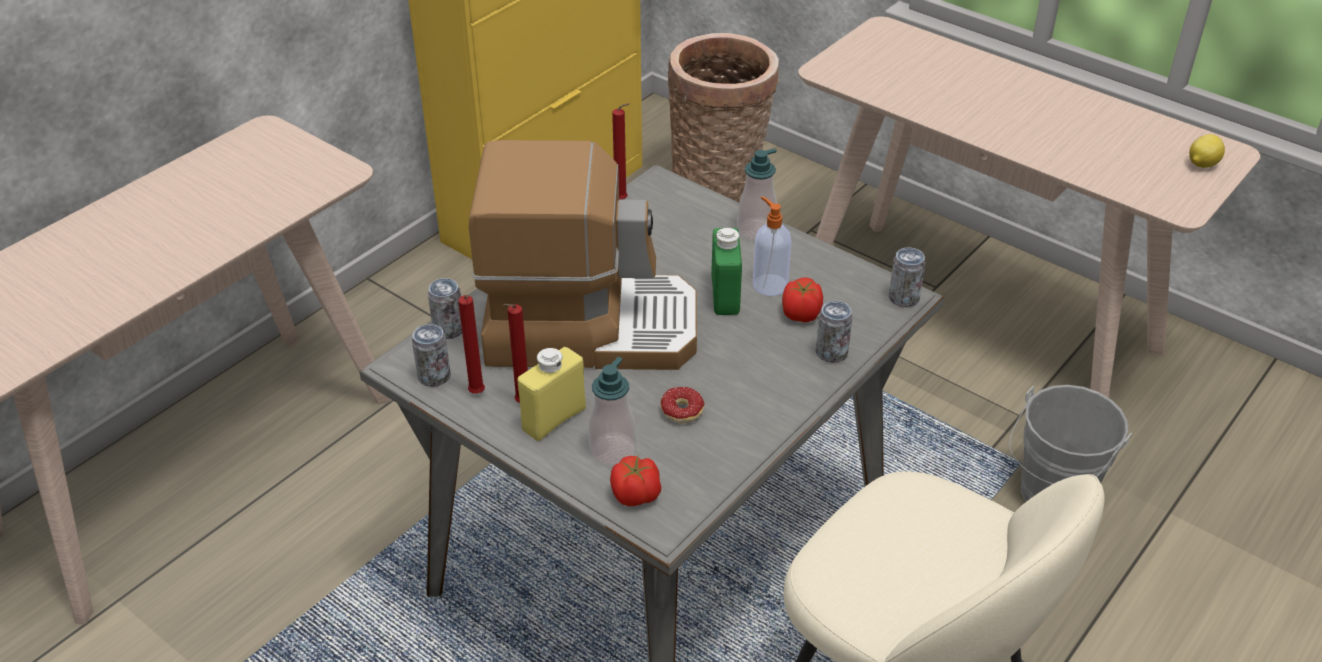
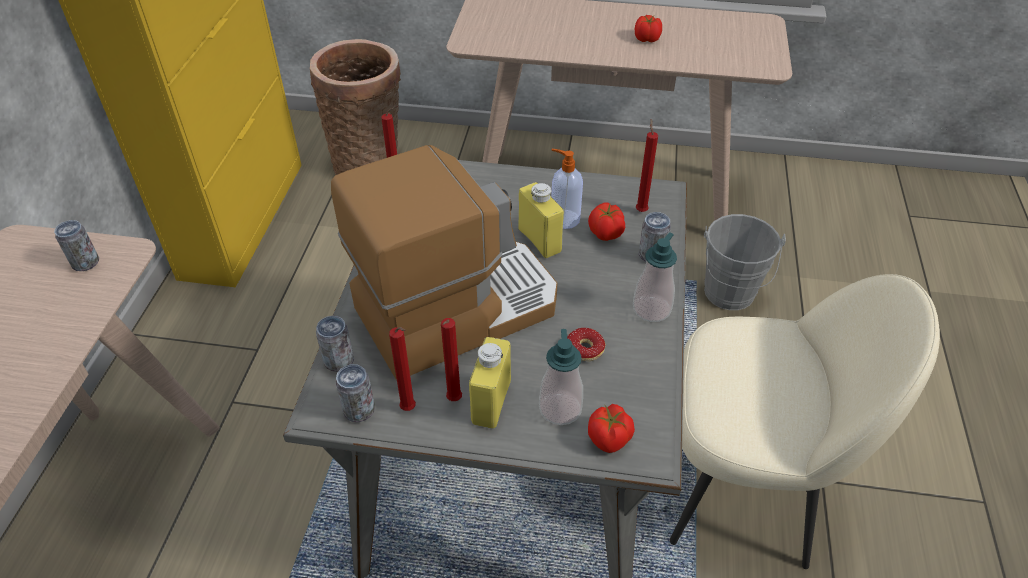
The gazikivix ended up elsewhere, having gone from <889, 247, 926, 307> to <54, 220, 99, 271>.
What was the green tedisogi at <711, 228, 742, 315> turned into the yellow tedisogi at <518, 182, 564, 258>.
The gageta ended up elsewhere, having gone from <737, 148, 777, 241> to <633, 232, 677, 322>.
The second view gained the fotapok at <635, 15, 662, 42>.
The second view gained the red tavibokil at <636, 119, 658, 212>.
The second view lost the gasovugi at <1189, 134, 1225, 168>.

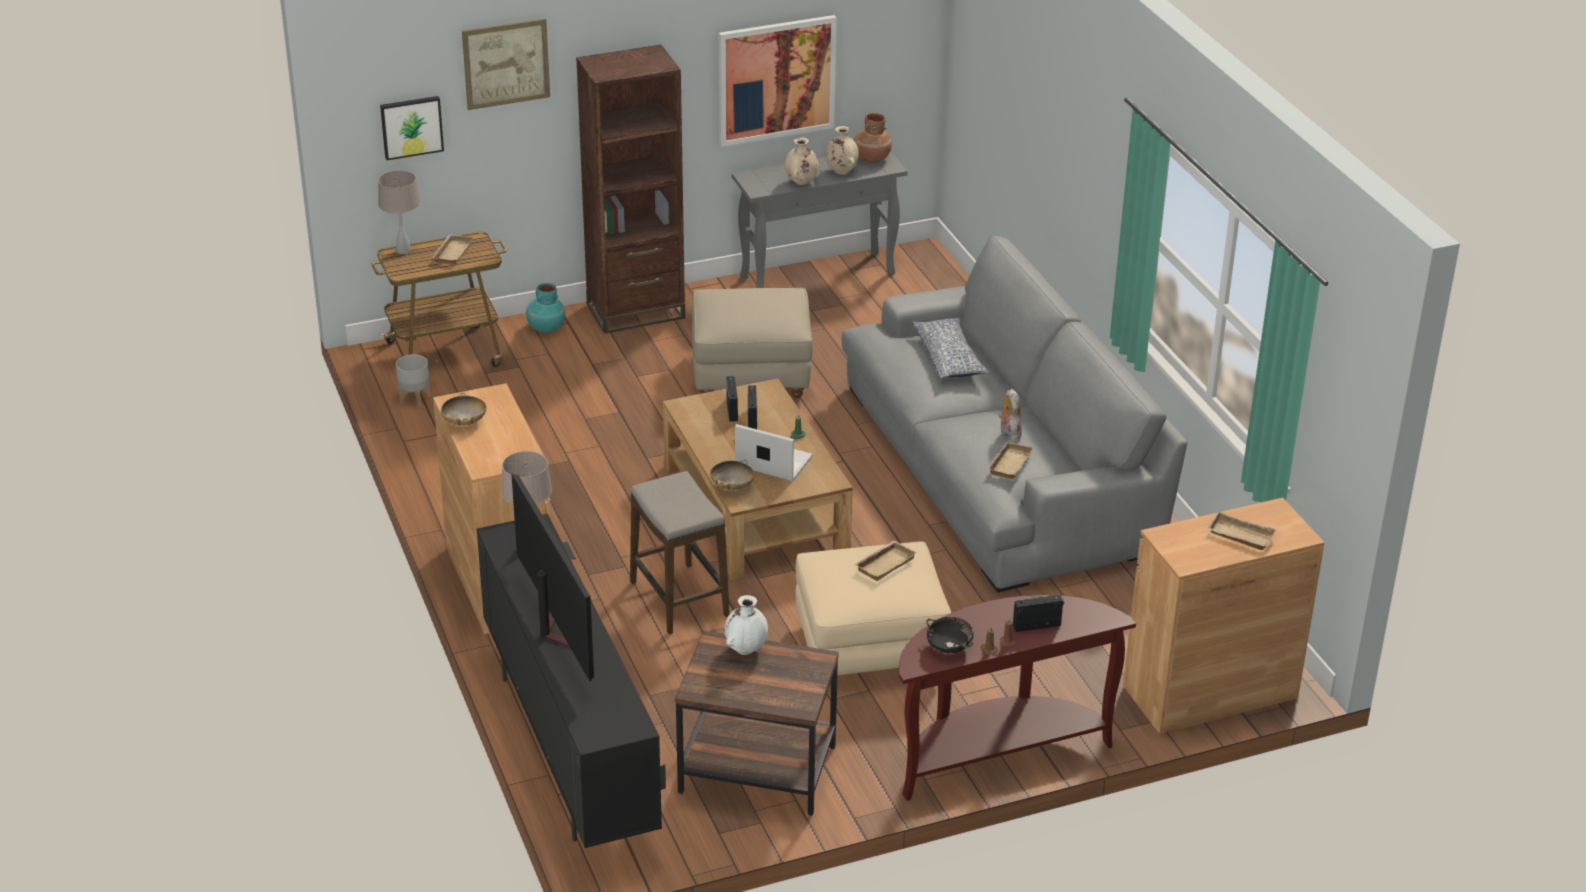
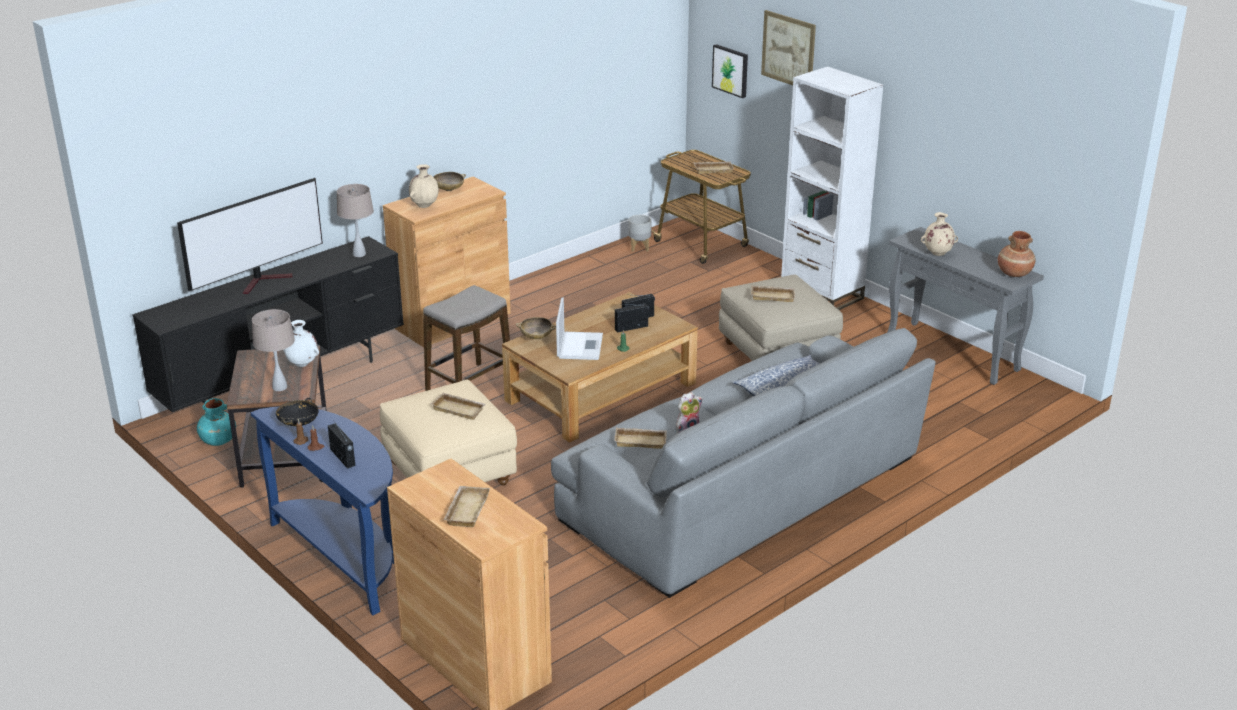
The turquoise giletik ended up elsewhere, having gone from <526, 283, 565, 333> to <197, 398, 236, 446>.
What was the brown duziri at <898, 595, 1136, 801> turned into the blue duziri at <251, 407, 394, 615>.
The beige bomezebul ended up elsewhere, having gone from <378, 170, 420, 254> to <252, 309, 295, 391>.
The beige giletik ended up elsewhere, having gone from <826, 126, 859, 175> to <409, 164, 439, 208>.
The second view gained the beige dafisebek at <751, 285, 795, 302>.
What was the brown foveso at <576, 45, 685, 334> turned into the white foveso at <781, 66, 884, 310>.
The second view lost the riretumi at <719, 15, 837, 147>.

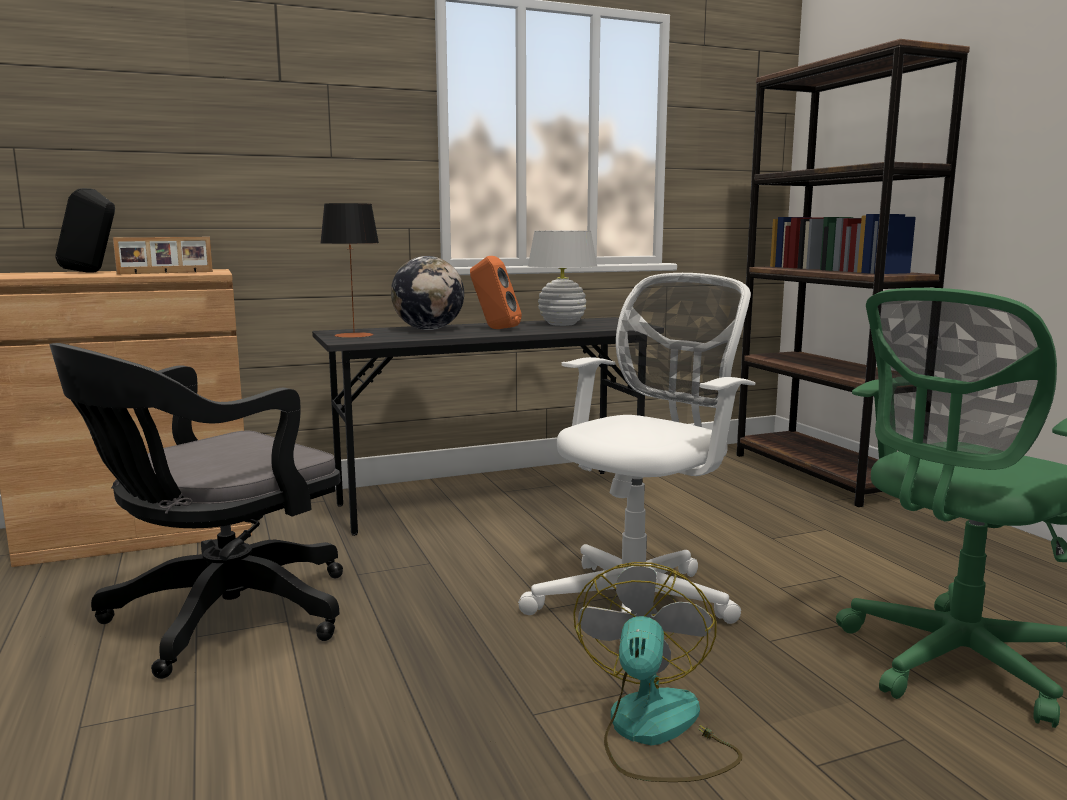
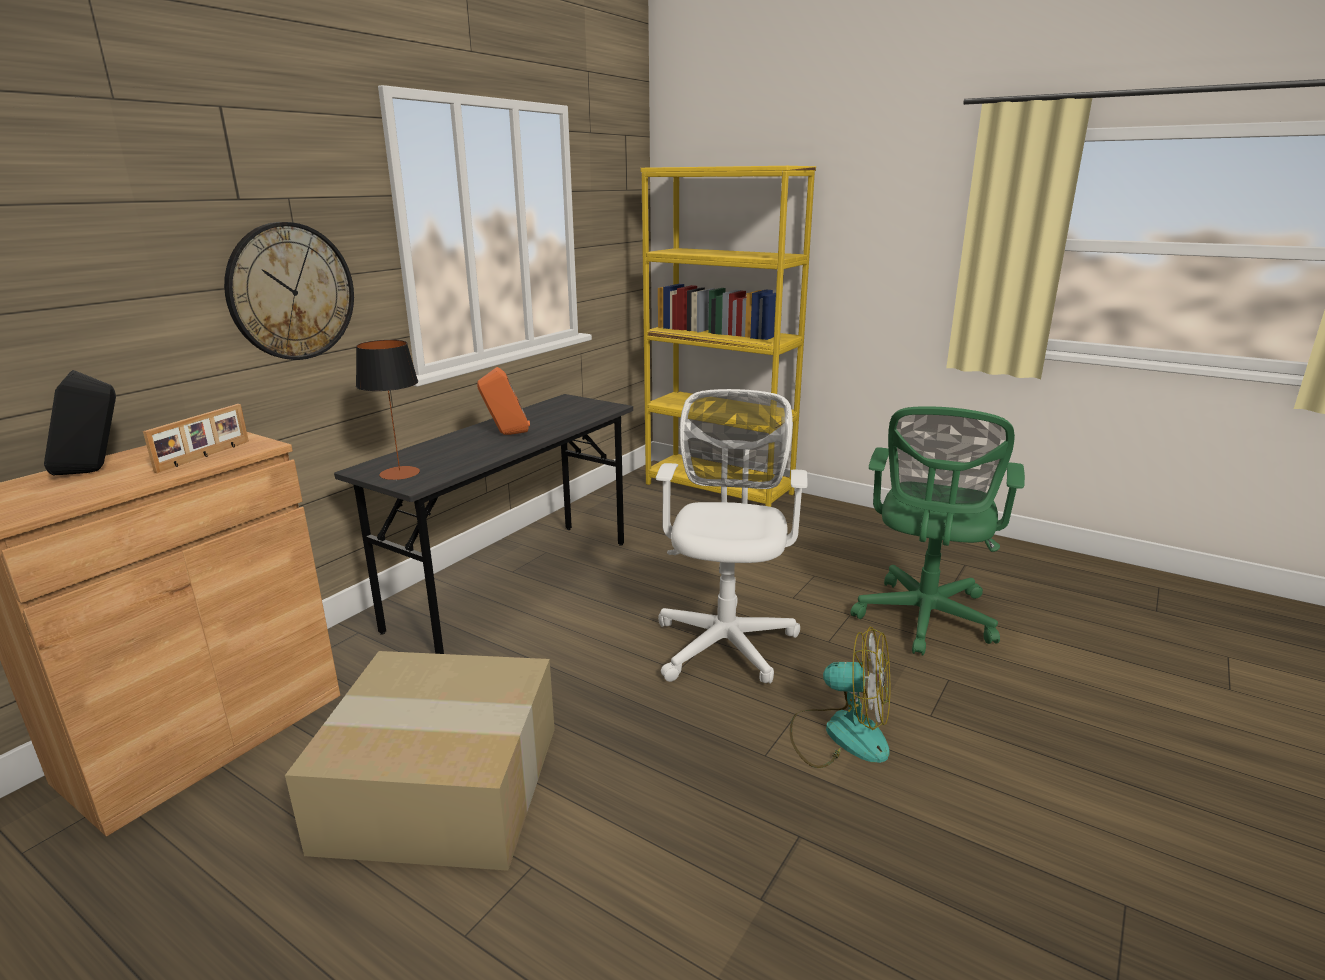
The second view gained the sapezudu at <224, 222, 354, 360>.
Where the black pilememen stood at <49, 343, 343, 679>, the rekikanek came to stand at <285, 651, 555, 871>.
What was the brown foveso at <736, 39, 970, 507> turned into the yellow foveso at <640, 166, 816, 507>.
The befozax at <573, 562, 742, 782> ended up facing another way, 135 degrees clockwise from before.
The second view lost the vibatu at <391, 256, 464, 330>.
The second view lost the white bomezebul at <528, 231, 598, 326>.

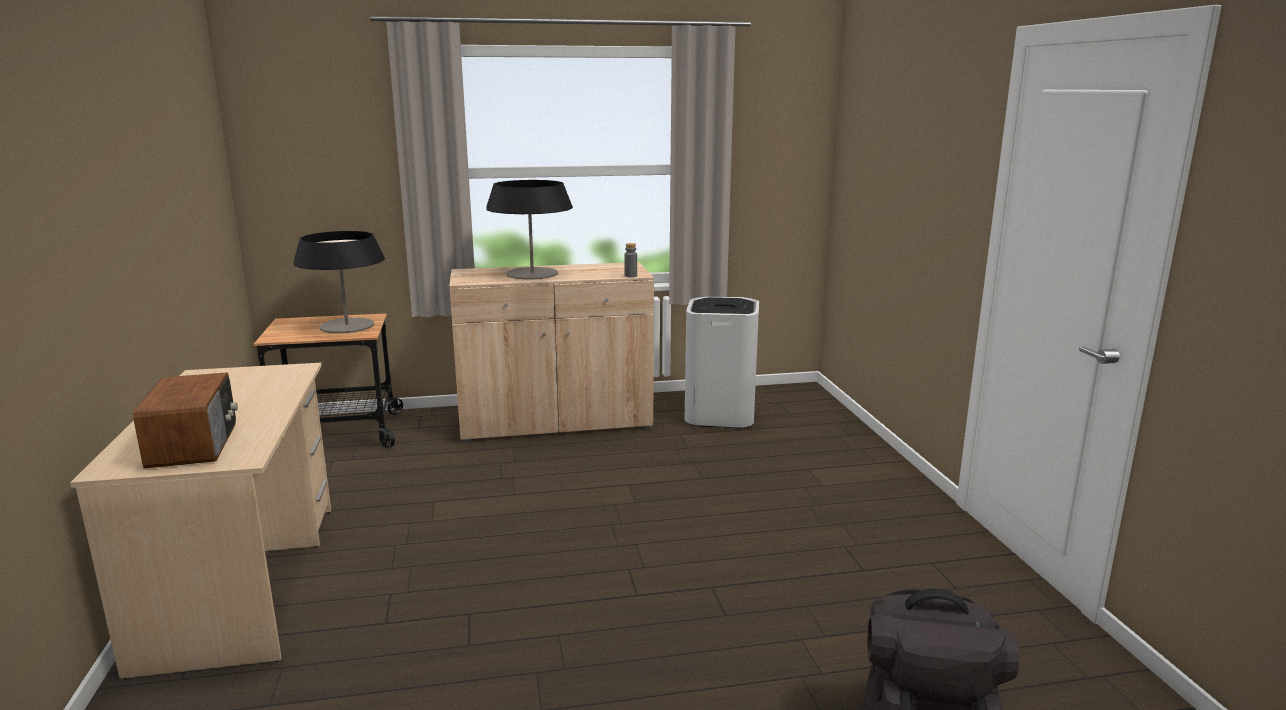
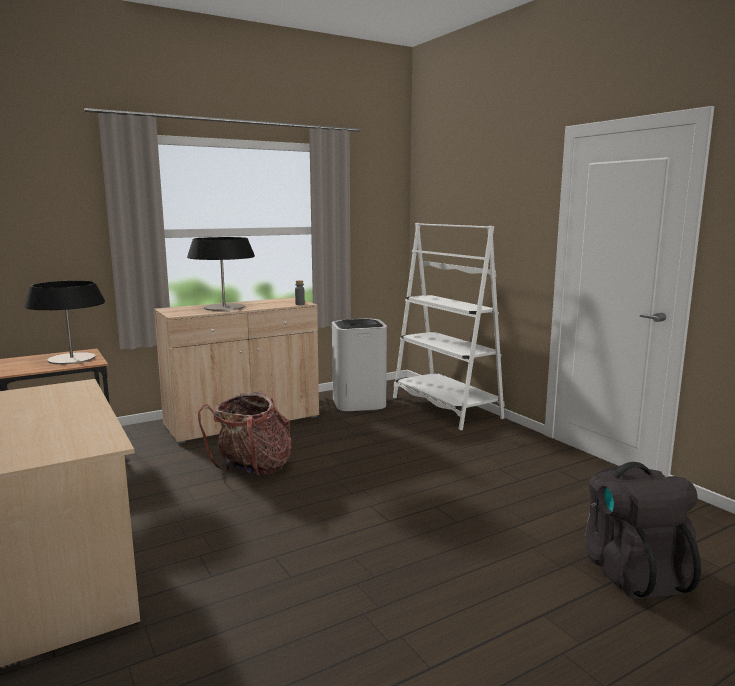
The second view gained the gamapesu at <198, 391, 292, 475>.
The second view gained the white foveso at <393, 223, 505, 430>.
The second view lost the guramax at <133, 372, 238, 468>.

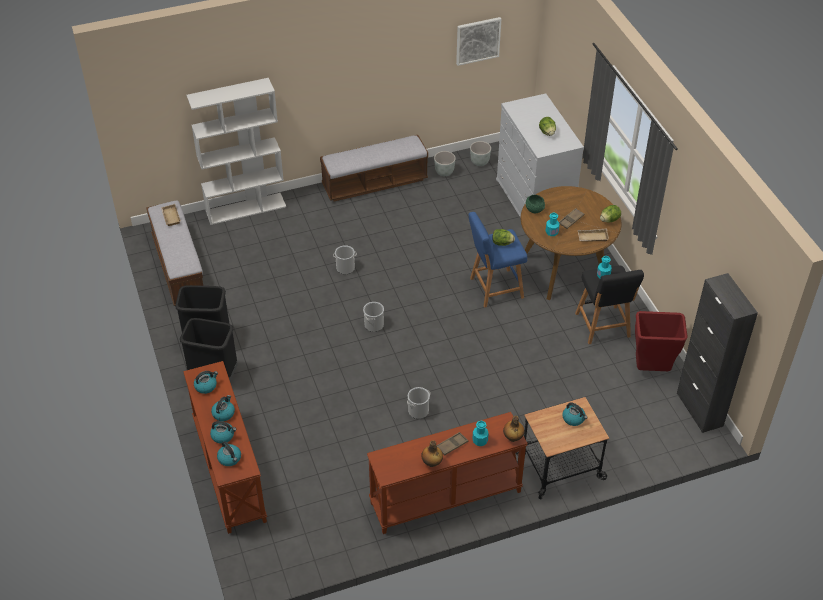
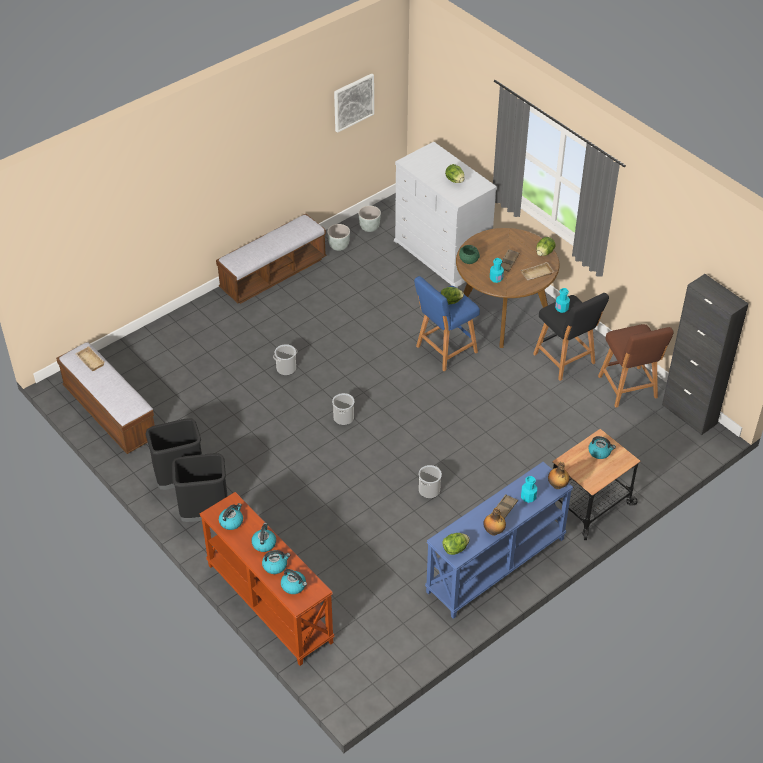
What was the brown duziri at <367, 412, 528, 534> turned into the blue duziri at <425, 462, 573, 619>.
The second view gained the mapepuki at <442, 533, 470, 555>.
Where the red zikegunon stood at <635, 311, 688, 371>, the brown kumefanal came to stand at <598, 324, 673, 408>.
The second view lost the white foveso at <187, 78, 286, 225>.

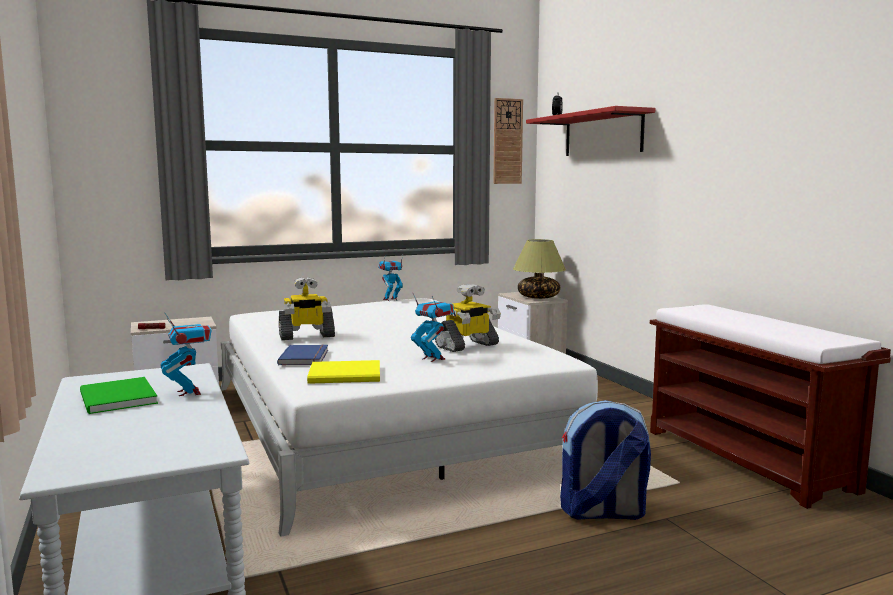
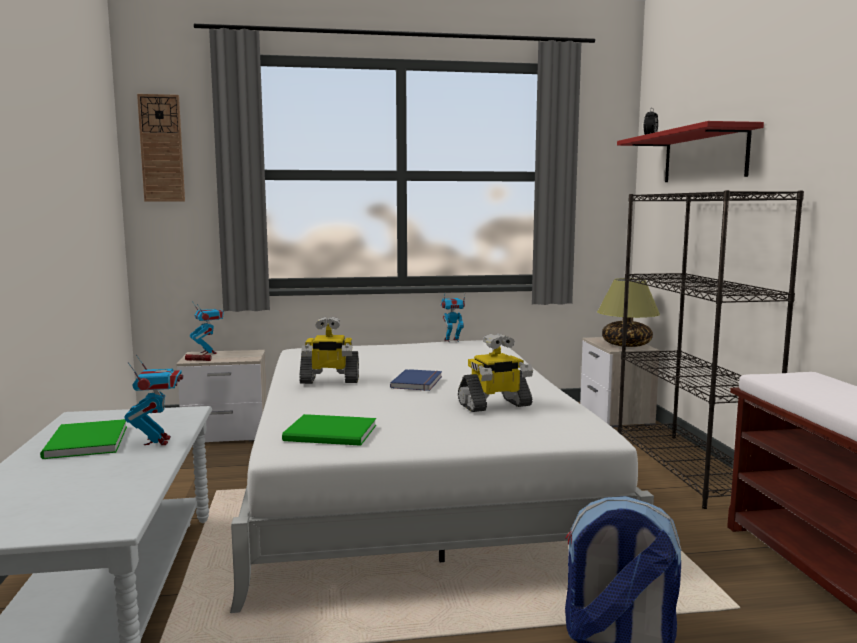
The sapezudu ended up elsewhere, having gone from <493, 98, 523, 184> to <137, 94, 185, 201>.
The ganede ended up elsewhere, having gone from <411, 294, 454, 362> to <190, 301, 224, 355>.
What was the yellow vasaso at <307, 360, 380, 384> turned into the green vasaso at <282, 414, 376, 446>.
The blue vasaso ended up elsewhere, having gone from <277, 344, 328, 365> to <390, 369, 442, 391>.
The second view gained the black foveso at <618, 190, 804, 509>.

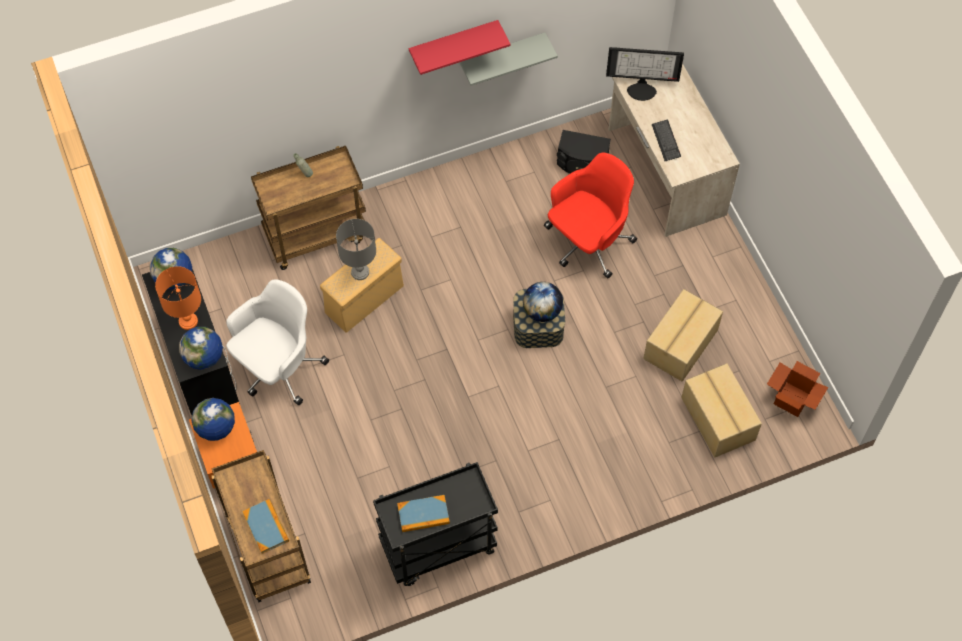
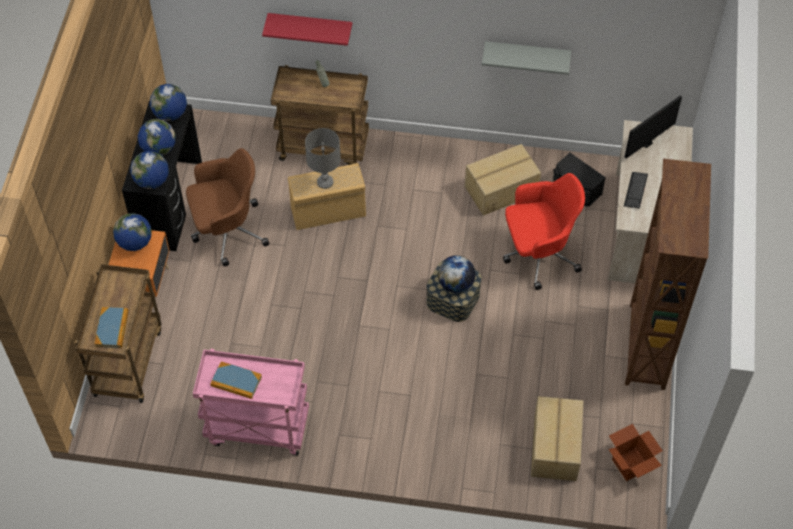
Where the orange bomezebul stood at <155, 266, 201, 330>, the vibatu came to stand at <138, 119, 175, 156>.
What was the white pilememen at <226, 279, 329, 405> turned into the brown pilememen at <186, 148, 269, 266>.
What was the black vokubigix at <373, 462, 498, 586> turned into the pink vokubigix at <193, 349, 309, 456>.
The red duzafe ended up elsewhere, having gone from <409, 20, 510, 75> to <262, 13, 352, 46>.
The rekikanek ended up elsewhere, having gone from <643, 289, 723, 381> to <465, 144, 541, 216>.
The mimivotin at <606, 47, 684, 101> ended up facing another way, 105 degrees clockwise from before.
The second view gained the brown foveso at <625, 159, 711, 390>.

